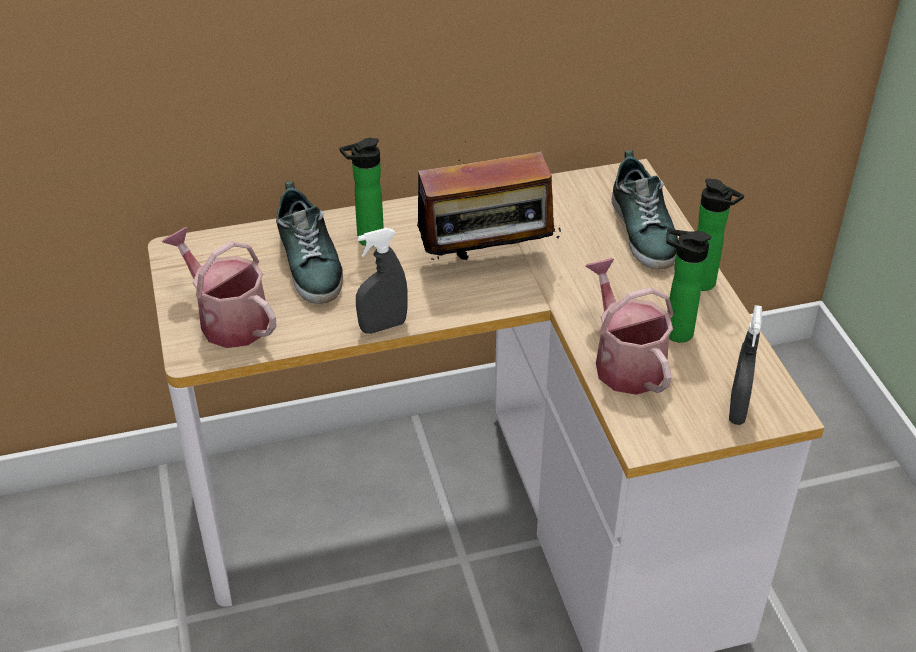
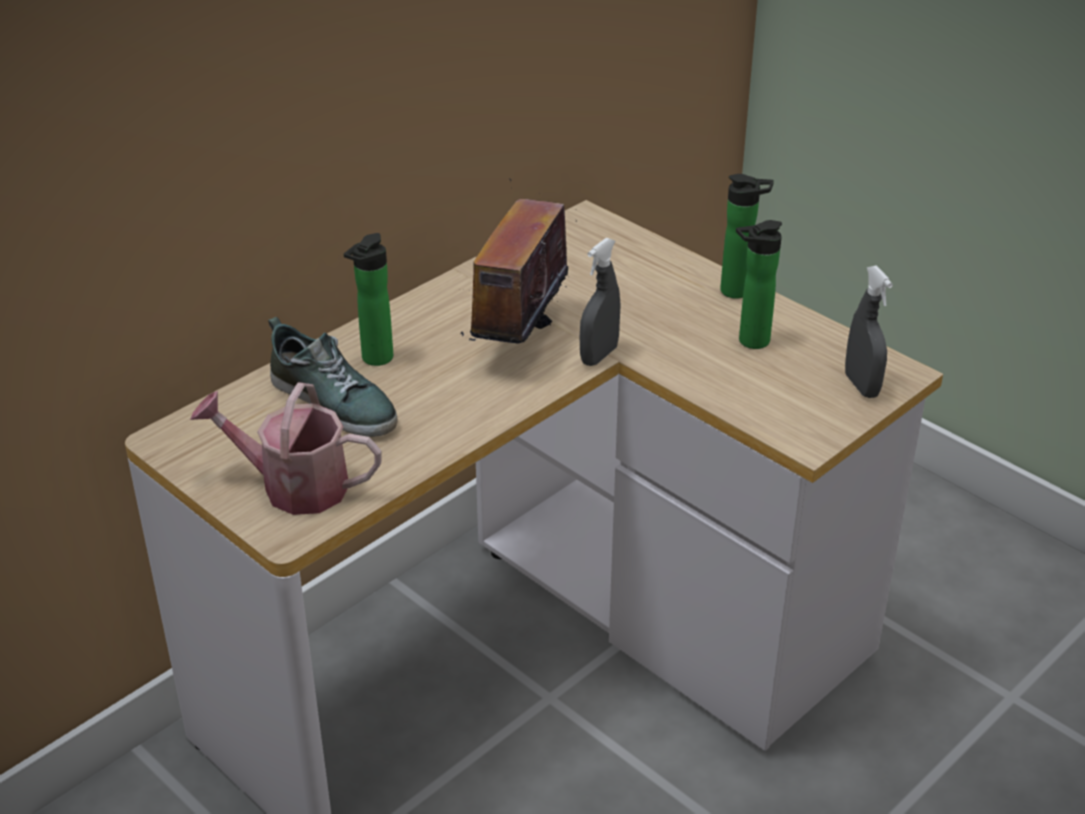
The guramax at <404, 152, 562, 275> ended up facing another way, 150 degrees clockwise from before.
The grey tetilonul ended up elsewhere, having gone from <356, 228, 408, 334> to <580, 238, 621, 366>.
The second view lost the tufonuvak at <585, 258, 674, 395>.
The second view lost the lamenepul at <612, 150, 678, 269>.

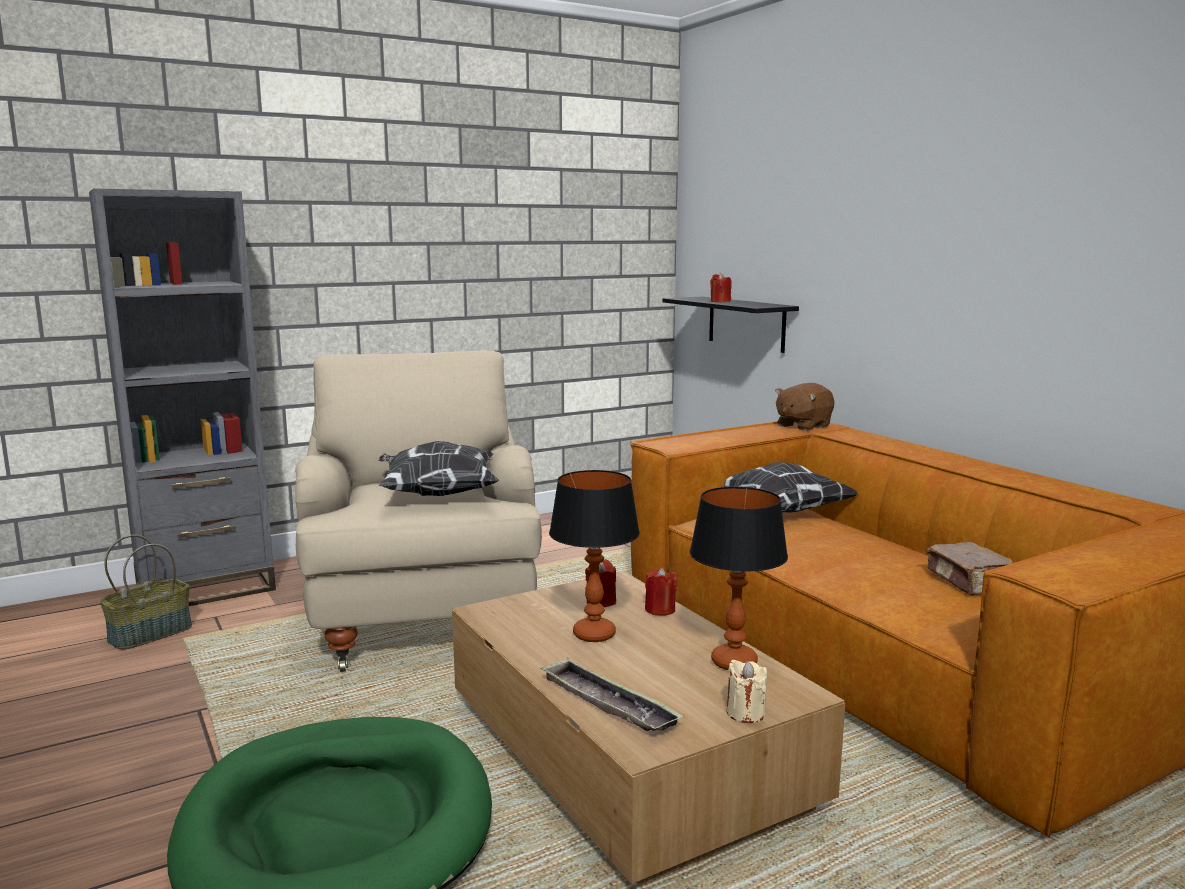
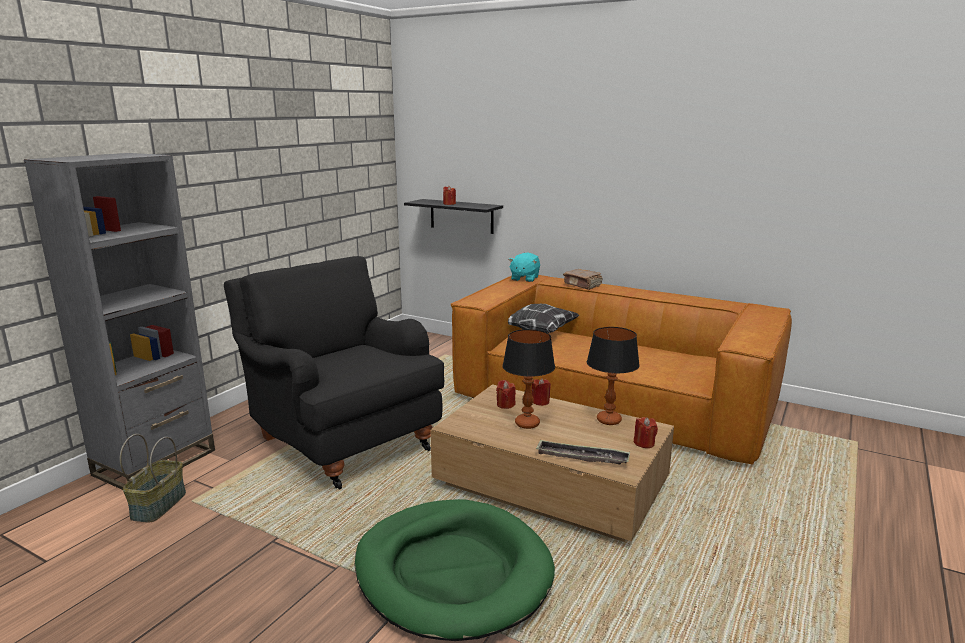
What was the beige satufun at <295, 350, 542, 672> turned into the black satufun at <224, 256, 444, 490>.
What was the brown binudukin at <775, 383, 835, 431> turned into the turquoise binudukin at <508, 253, 540, 282>.
The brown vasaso ended up elsewhere, having gone from <926, 542, 1013, 596> to <563, 269, 603, 290>.
What was the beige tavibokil at <726, 660, 767, 723> turned into the red tavibokil at <634, 417, 658, 448>.
The second view lost the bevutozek at <378, 441, 500, 496>.

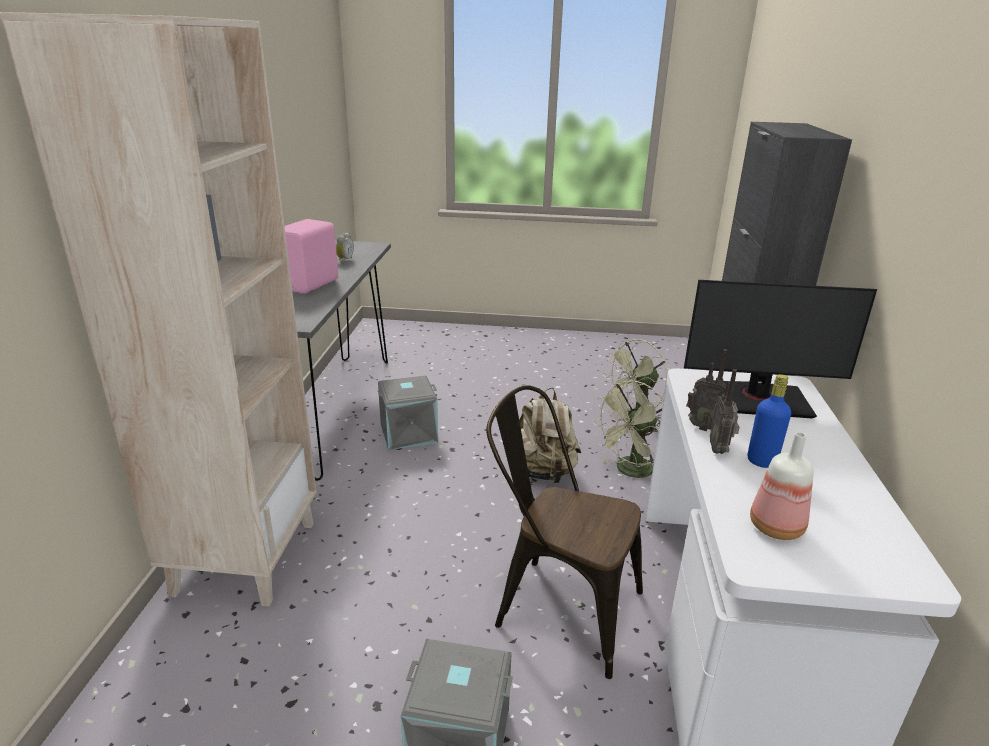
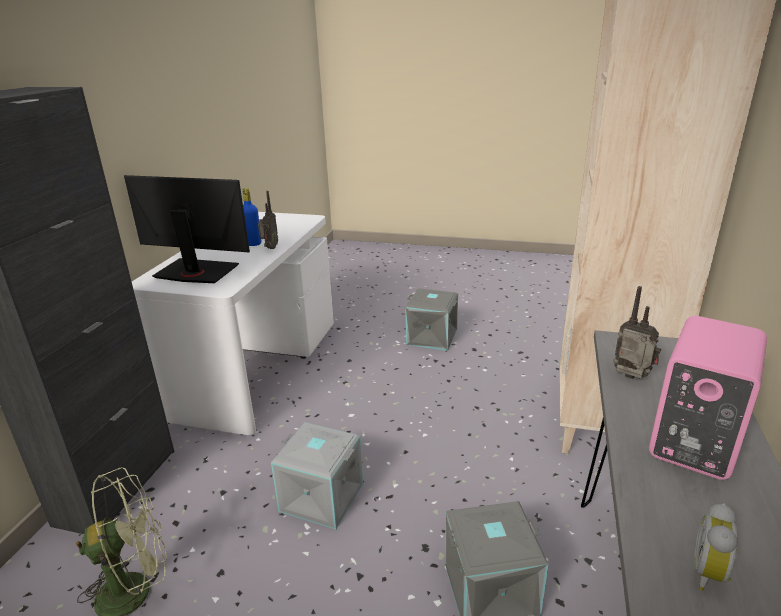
Where the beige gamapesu stood at <519, 388, 581, 483>, the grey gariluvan came to stand at <271, 422, 363, 530>.
The guramax ended up elsewhere, having gone from <686, 349, 727, 431> to <613, 286, 661, 379>.
The second view lost the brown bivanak at <486, 385, 643, 679>.
The second view lost the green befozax at <592, 381, 663, 478>.
The second view lost the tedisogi at <750, 432, 814, 540>.

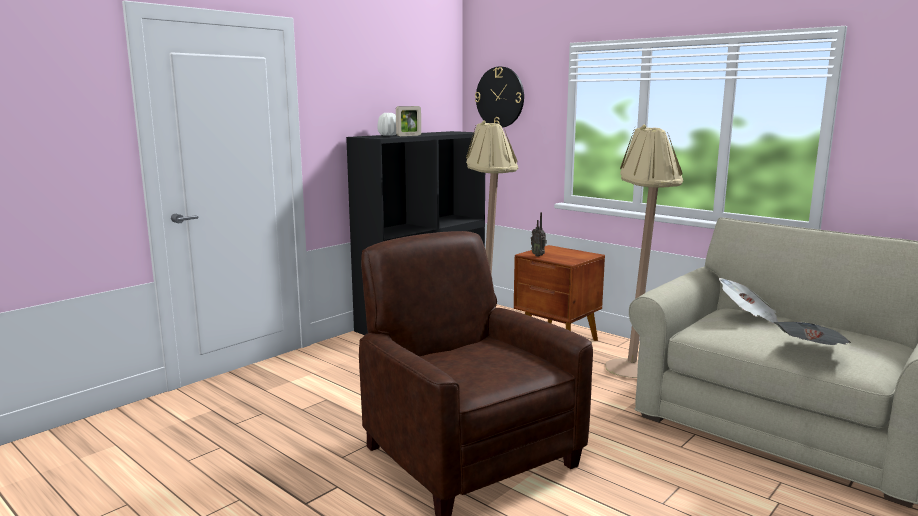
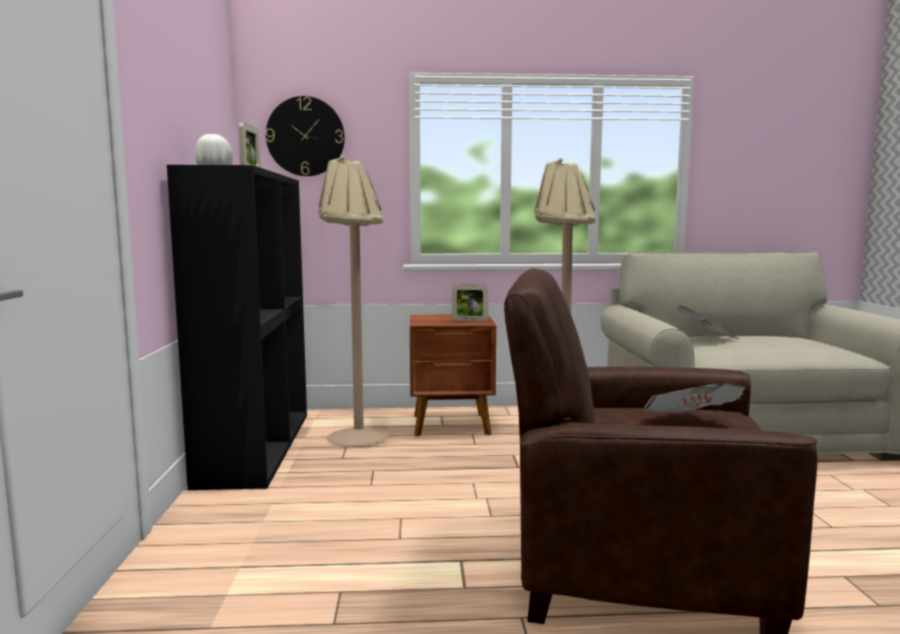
The second view gained the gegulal at <452, 284, 488, 322>.
The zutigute ended up elsewhere, having gone from <773, 322, 850, 345> to <644, 383, 745, 412>.
The second view lost the guramax at <531, 212, 547, 257>.

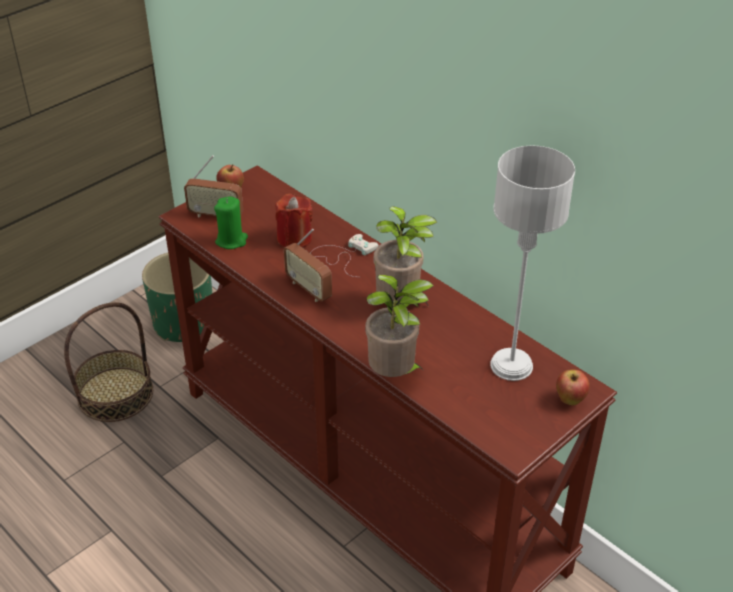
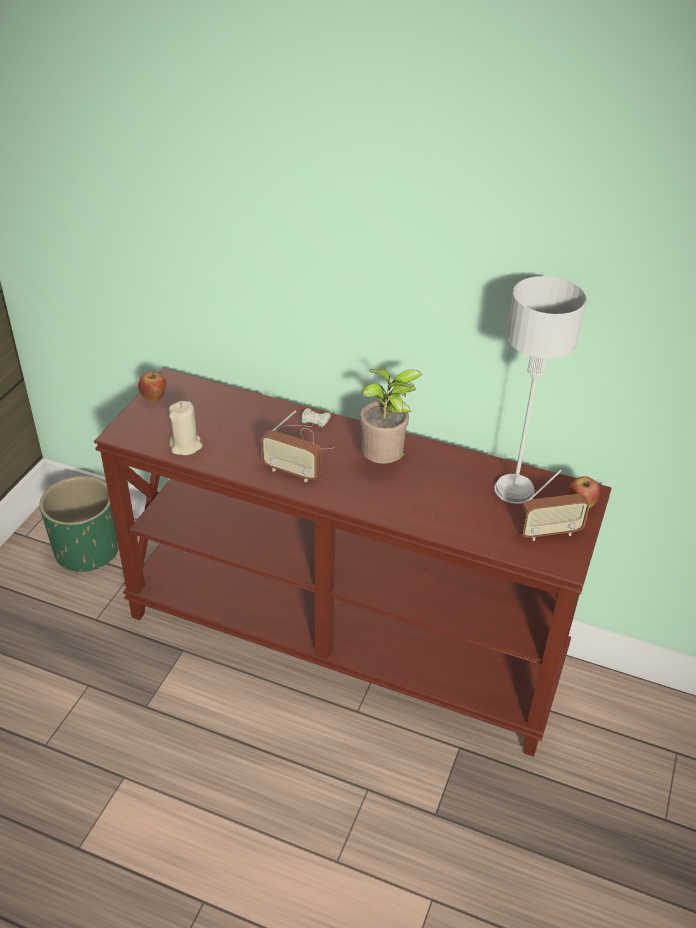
What was the green tavibokil at <214, 197, 248, 249> turned into the beige tavibokil at <169, 401, 203, 455>.
The guramax ended up elsewhere, having gone from <184, 155, 243, 217> to <519, 469, 590, 541>.
The second view lost the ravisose at <64, 302, 153, 422>.
The second view lost the red tavibokil at <275, 194, 312, 248>.
The second view lost the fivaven at <365, 275, 434, 377>.

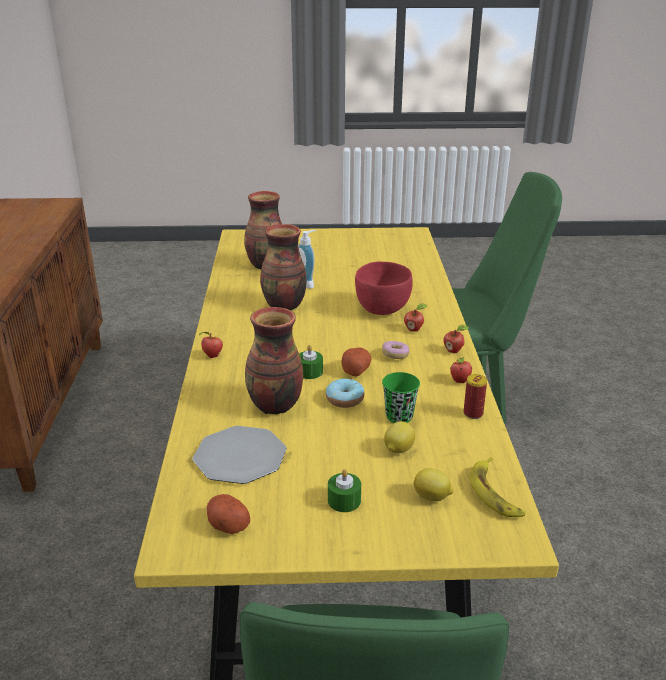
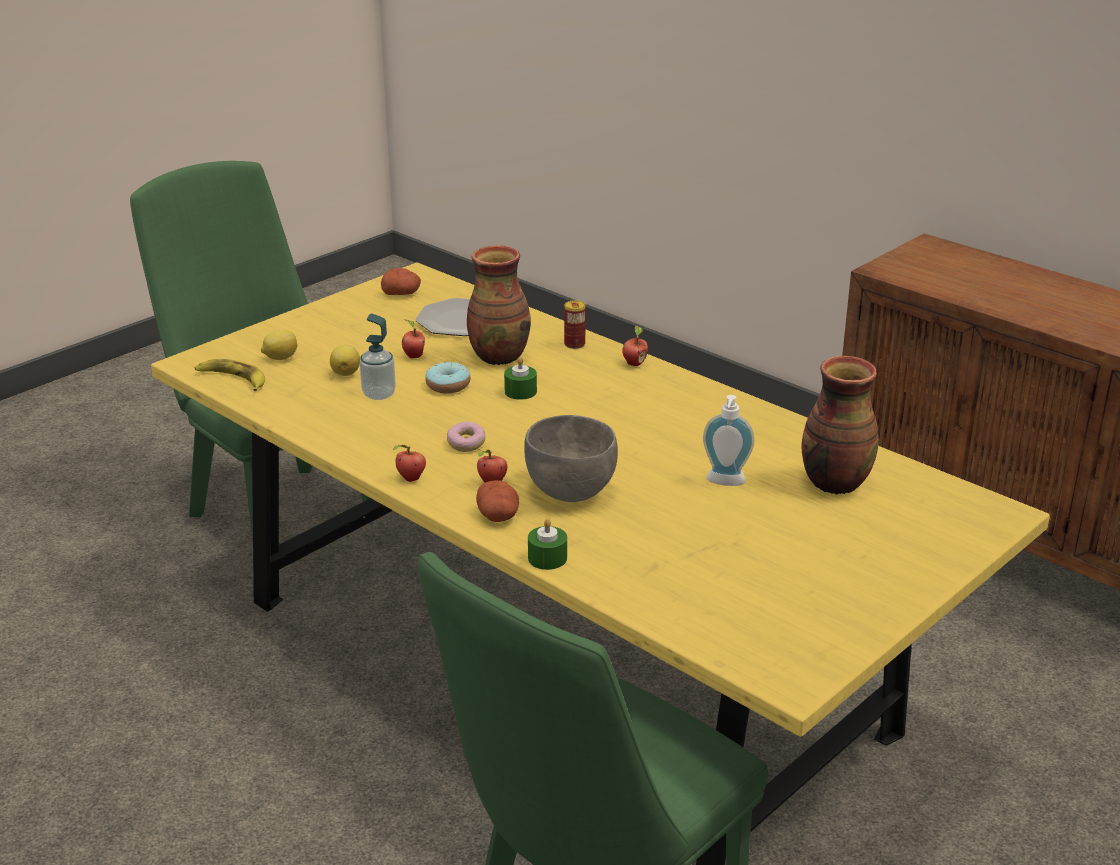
Where the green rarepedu stood at <382, 372, 420, 423>, the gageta came to stand at <360, 314, 396, 400>.
The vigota ended up elsewhere, having gone from <450, 357, 472, 383> to <402, 320, 425, 358>.
The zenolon ended up elsewhere, having gone from <341, 347, 371, 377> to <476, 480, 519, 522>.
What was the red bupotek at <355, 261, 413, 315> turned into the grey bupotek at <524, 415, 618, 502>.
The green tavibokil ended up elsewhere, having gone from <328, 469, 361, 512> to <528, 519, 567, 570>.
The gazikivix ended up elsewhere, having gone from <464, 374, 487, 419> to <564, 300, 586, 349>.
The second view lost the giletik at <260, 224, 307, 311>.

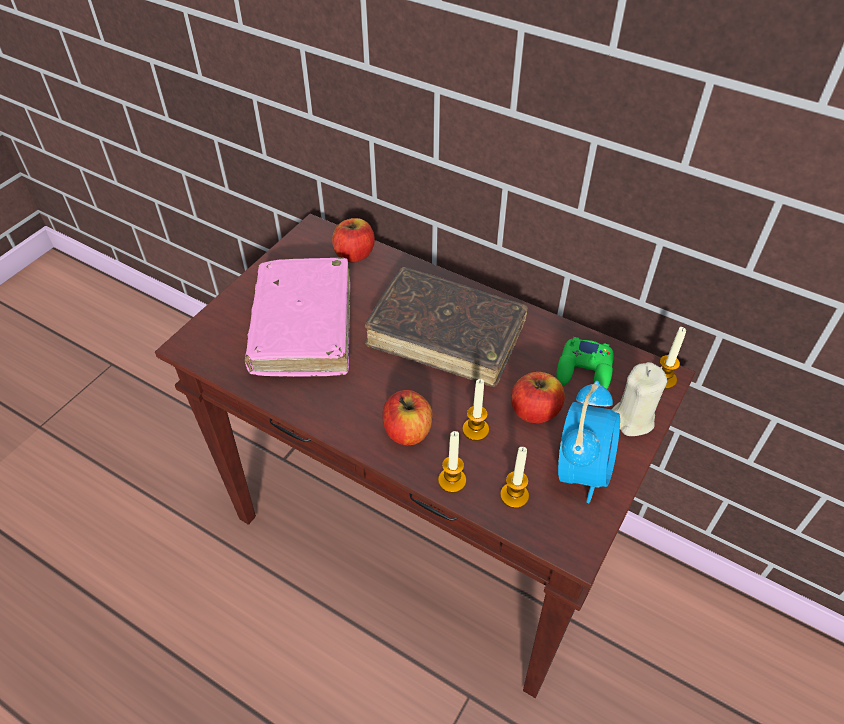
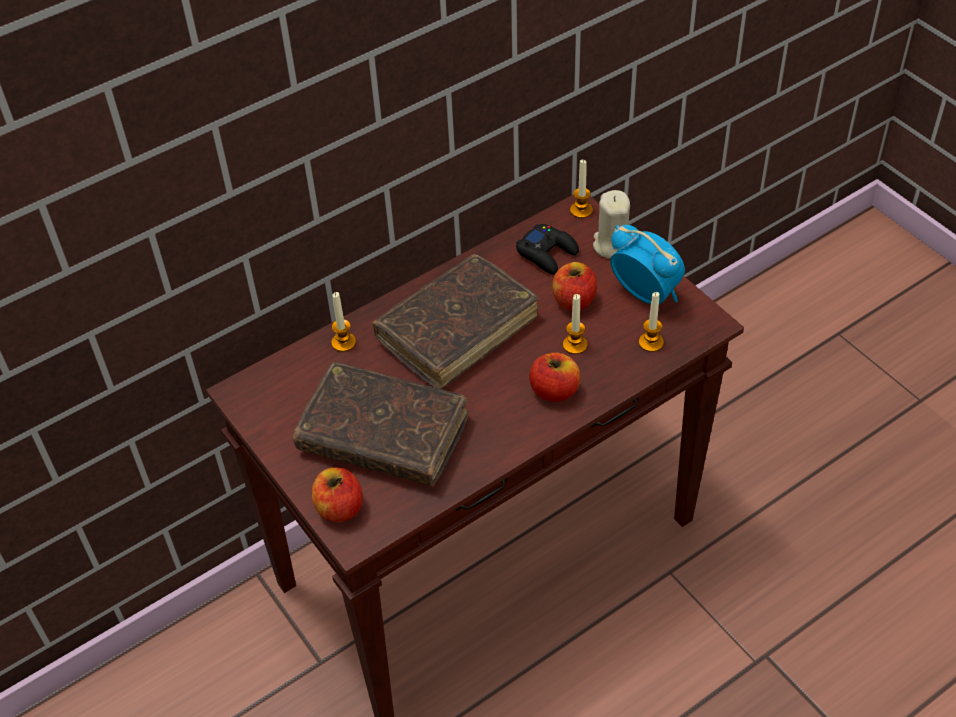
What was the pink vasaso at <244, 258, 350, 377> turned into the brown vasaso at <293, 362, 469, 486>.
The vigota ended up elsewhere, having gone from <332, 218, 375, 263> to <312, 467, 363, 522>.
The tavibokil ended up elsewhere, having gone from <438, 431, 466, 493> to <331, 292, 356, 352>.
What was the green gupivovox at <556, 337, 614, 389> turned into the black gupivovox at <516, 224, 579, 274>.

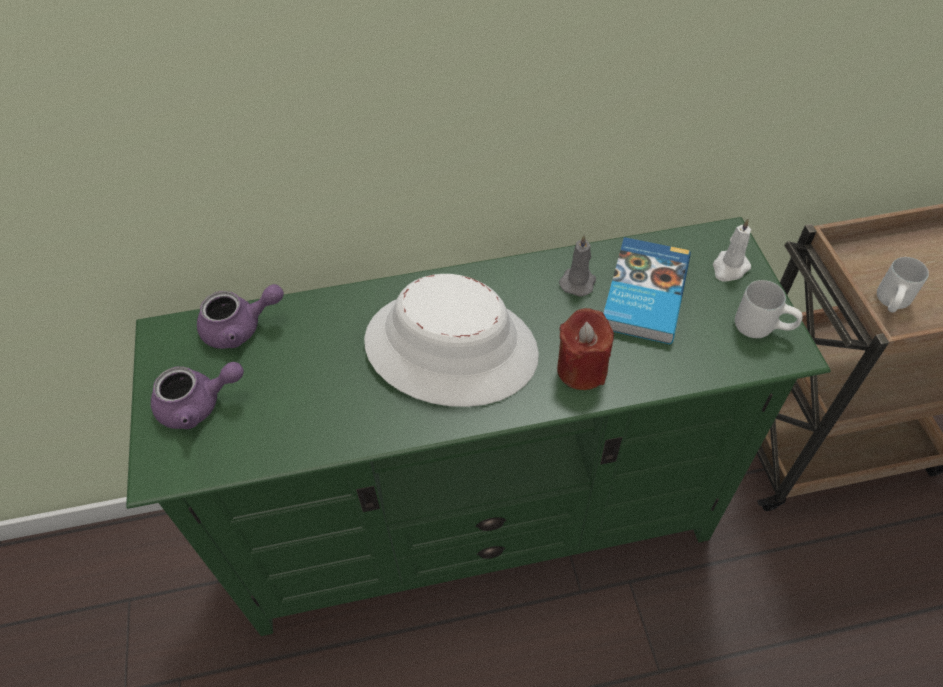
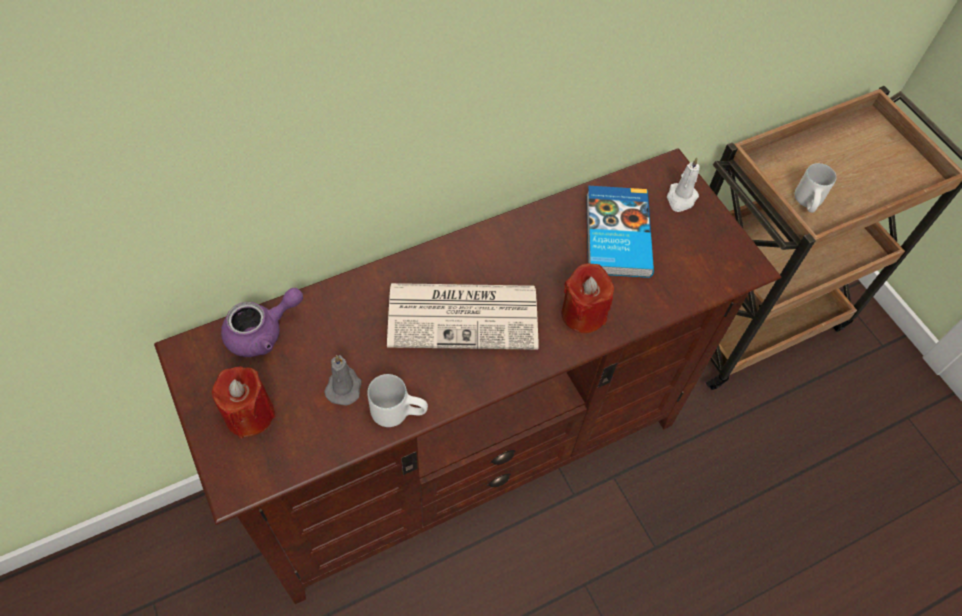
What was the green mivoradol at <126, 217, 831, 636> turned into the brown mivoradol at <154, 148, 781, 604>.
Where the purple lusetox stood at <151, 362, 244, 429>, the red tavibokil came to stand at <212, 366, 275, 439>.
The grey tavibokil ended up elsewhere, having gone from <559, 234, 596, 297> to <324, 355, 362, 405>.
The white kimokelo ended up elsewhere, having gone from <735, 280, 803, 338> to <367, 374, 428, 427>.
Where the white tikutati stood at <364, 274, 539, 407>, the zutigute came to stand at <387, 283, 539, 350>.

